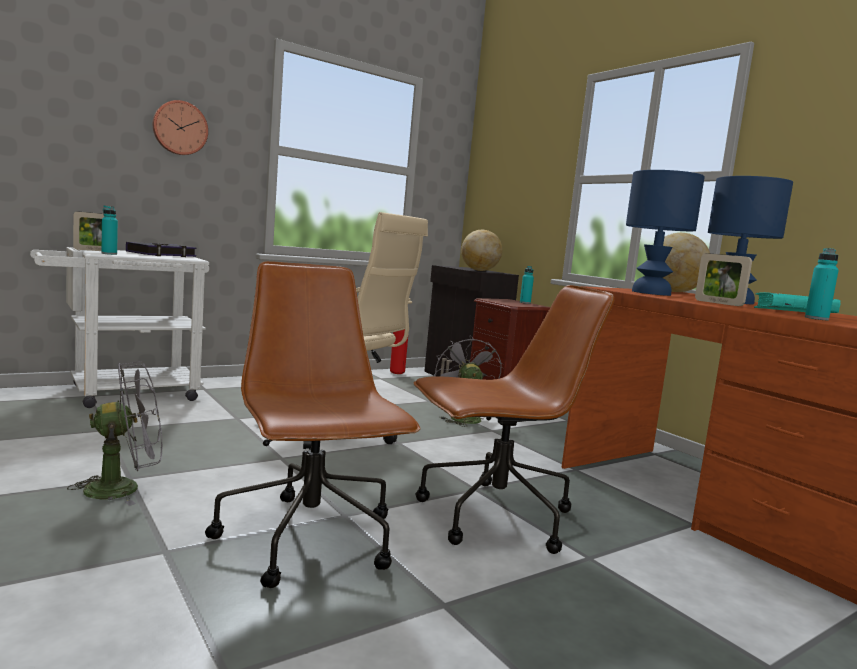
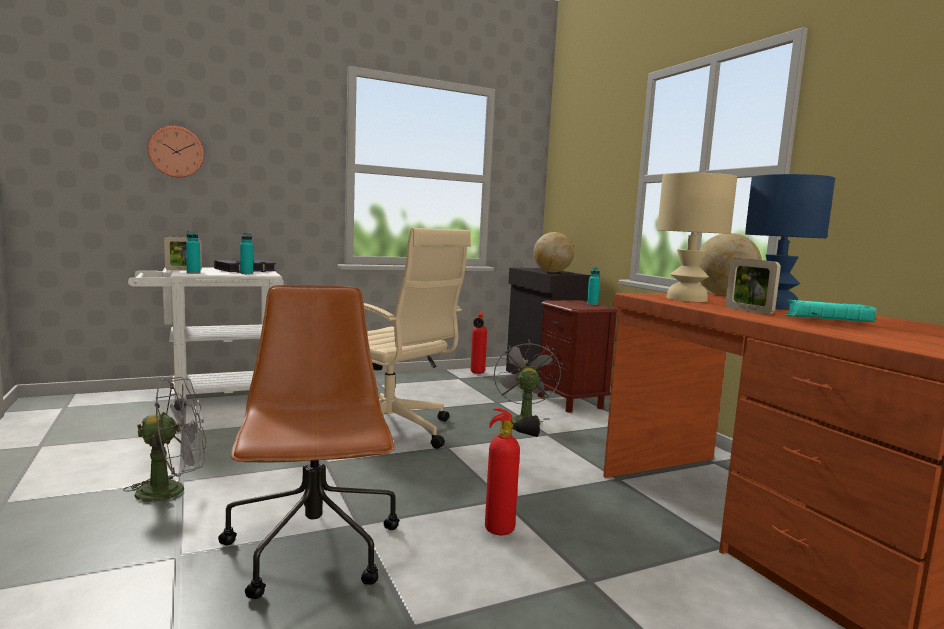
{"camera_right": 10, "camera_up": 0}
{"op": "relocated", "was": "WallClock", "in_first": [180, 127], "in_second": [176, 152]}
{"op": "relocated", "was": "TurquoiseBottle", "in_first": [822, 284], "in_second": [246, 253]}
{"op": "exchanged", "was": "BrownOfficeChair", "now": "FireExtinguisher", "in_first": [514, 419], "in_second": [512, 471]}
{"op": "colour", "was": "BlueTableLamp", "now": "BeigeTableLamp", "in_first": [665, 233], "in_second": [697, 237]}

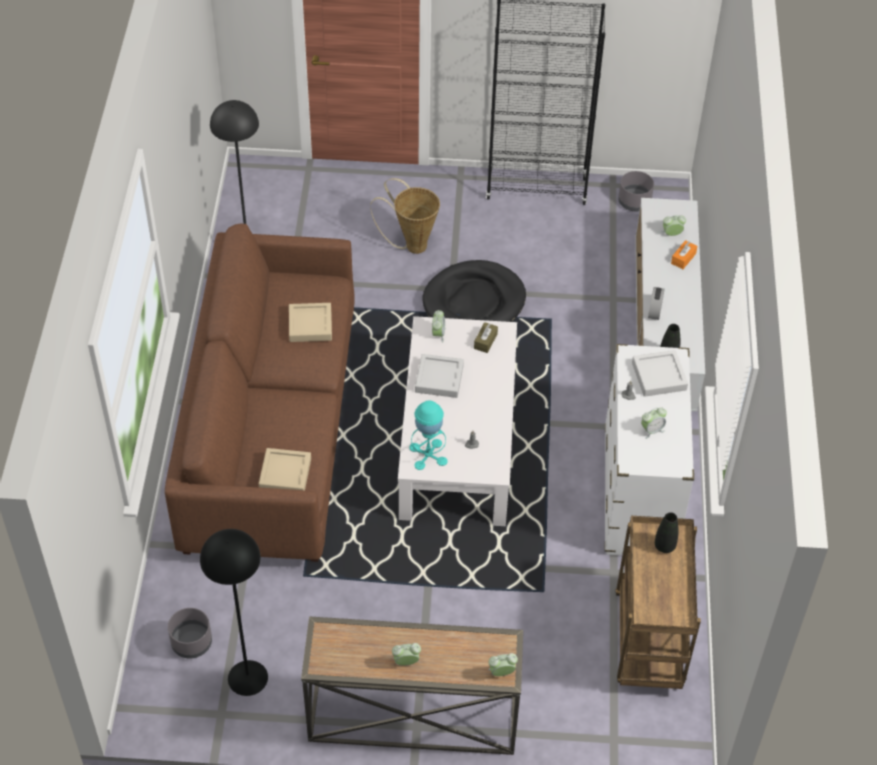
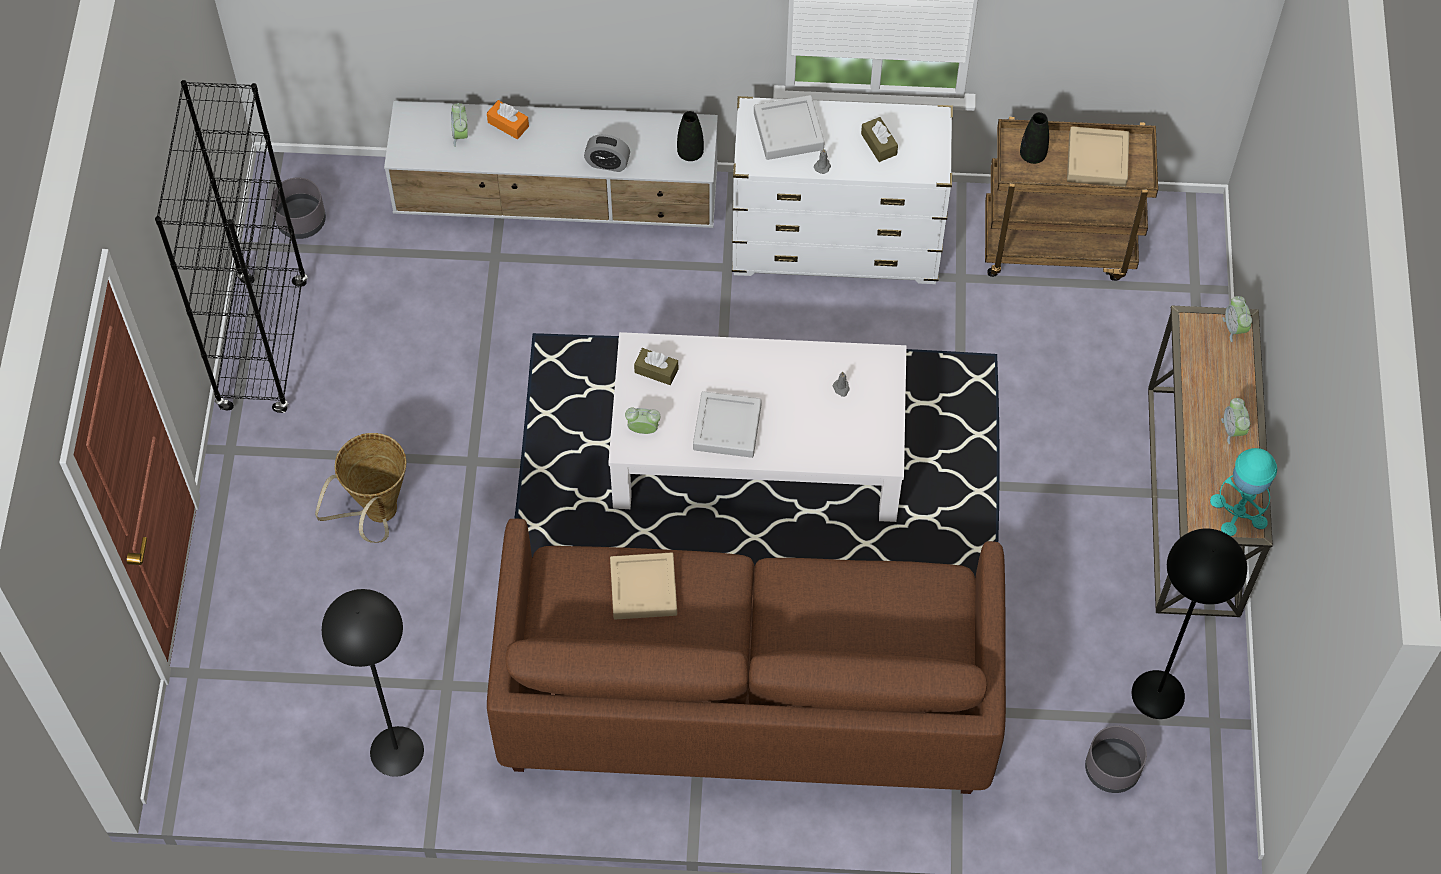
{"camera_right": -90, "camera_up": 10}
{"op": "missing", "was": "BlackDogBed", "in_first": [474, 291]}
{"op": "relocated", "was": "BeigeTray", "in_first": [285, 469], "in_second": [1098, 156]}
{"op": "relocated", "was": "TurquoiseTableLamp", "in_first": [428, 435], "in_second": [1243, 492]}
{"op": "exchanged", "was": "AlarmClock", "now": "BrownTissueBox", "in_first": [654, 423], "in_second": [879, 139]}

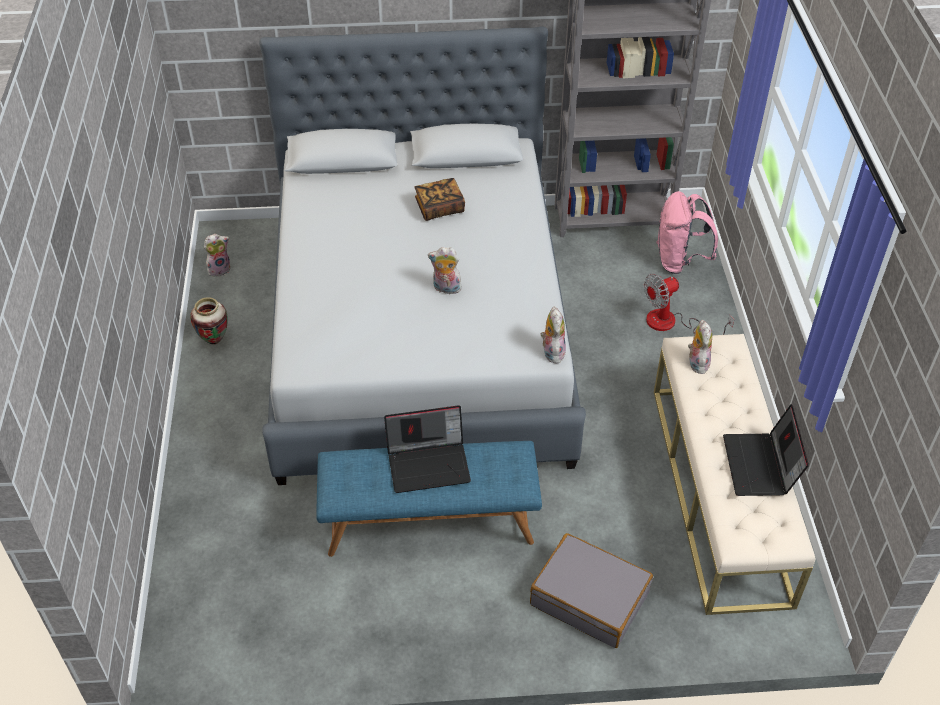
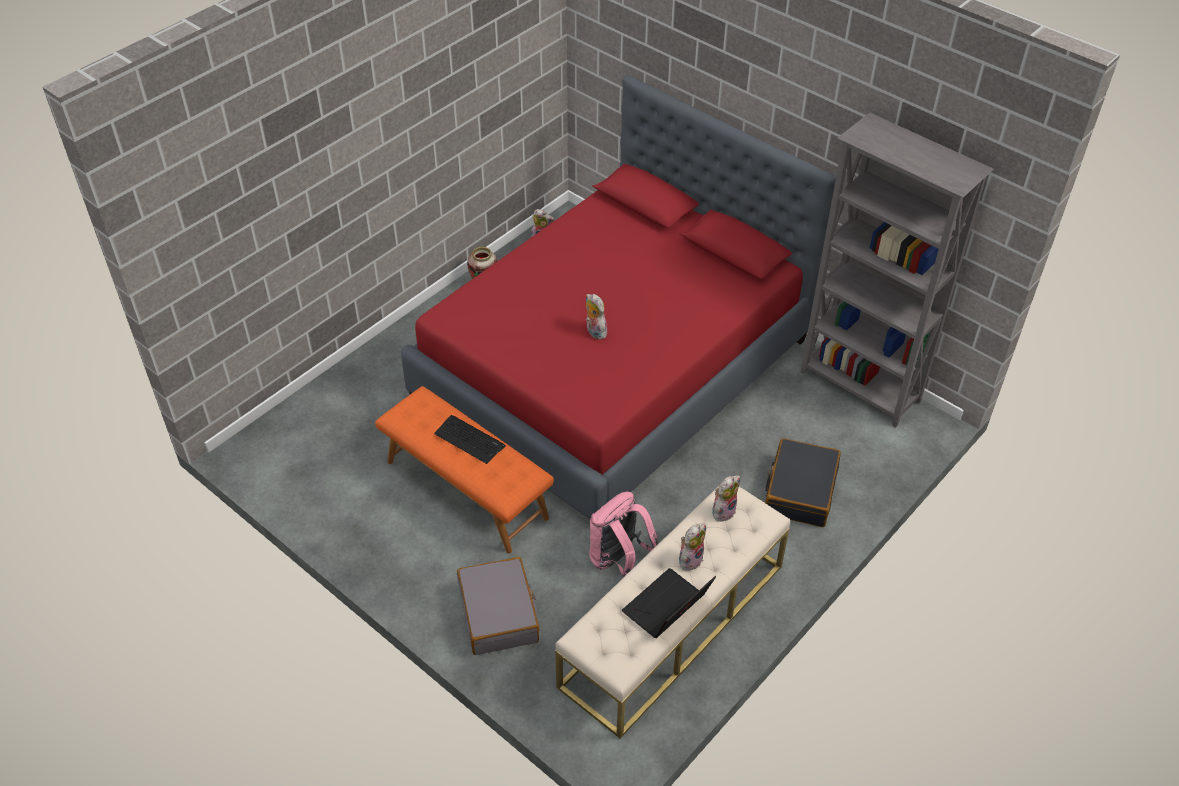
{"camera_right": 45, "camera_up": 0}
{"op": "missing", "was": "Book", "in_first": [439, 199]}
{"op": "relocated", "was": "PlushToy", "in_first": [553, 335], "in_second": [692, 547]}
{"op": "relocated", "was": "PinkBackpack", "in_first": [687, 232], "in_second": [623, 534]}
{"op": "exchanged", "was": "Laptop", "now": "Keyboard", "in_first": [427, 449], "in_second": [470, 439]}
{"op": "exchanged", "was": "Fan", "now": "BlackSuitcase", "in_first": [689, 304], "in_second": [803, 482]}
{"op": "colour", "was": "GreyBed", "now": "RedBed", "in_first": [422, 255], "in_second": [618, 297]}
{"op": "colour", "was": "BlueBench", "now": "OrangeBench", "in_first": [429, 499], "in_second": [464, 469]}

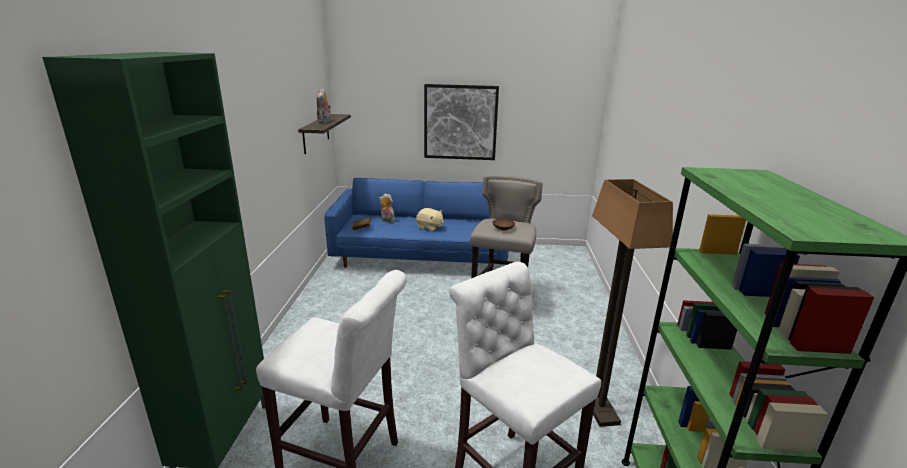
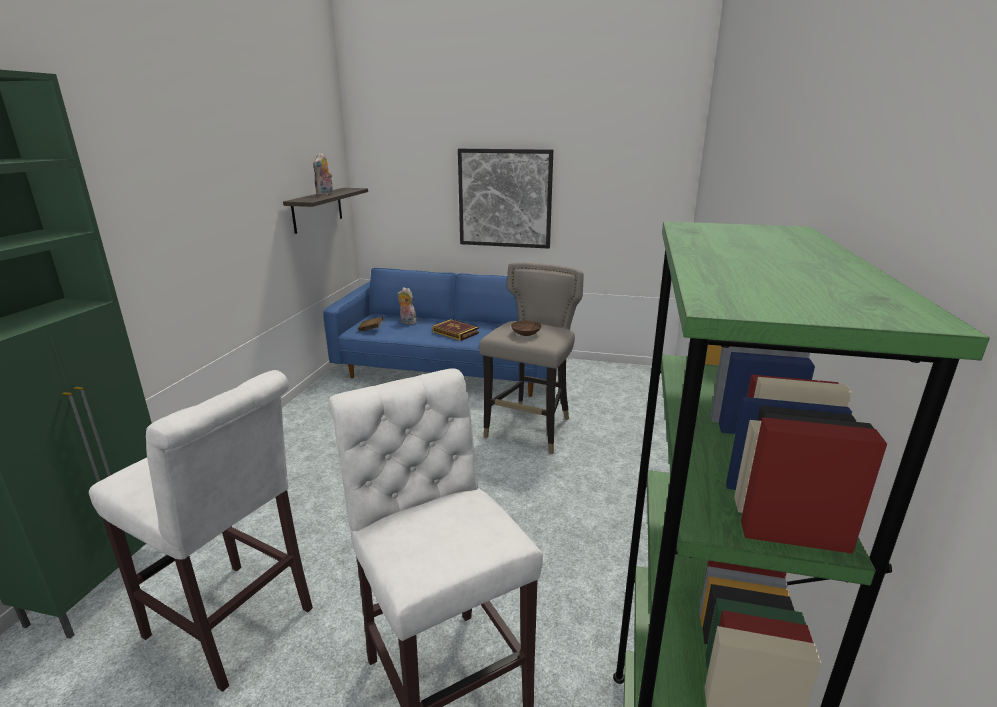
{"camera_right": 10, "camera_up": 0}
{"op": "missing", "was": "FloorLamp", "in_first": [632, 303]}
{"op": "exchanged", "was": "BeigePlushToy", "now": "Book", "in_first": [430, 220], "in_second": [455, 330]}

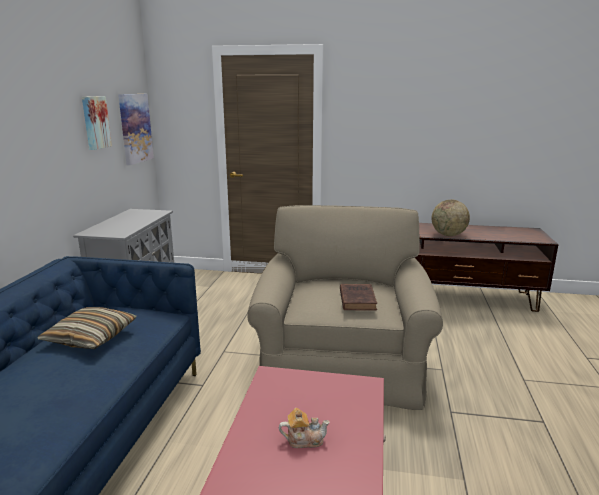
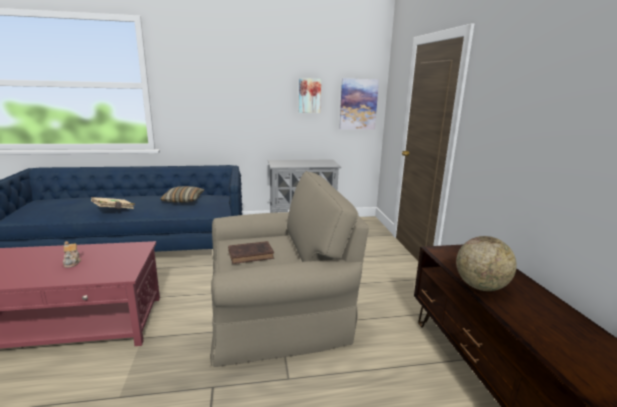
{"camera_right": 70, "camera_up": 0}
{"op": "appeared", "now": "BeigeBook", "in_second": [113, 203]}

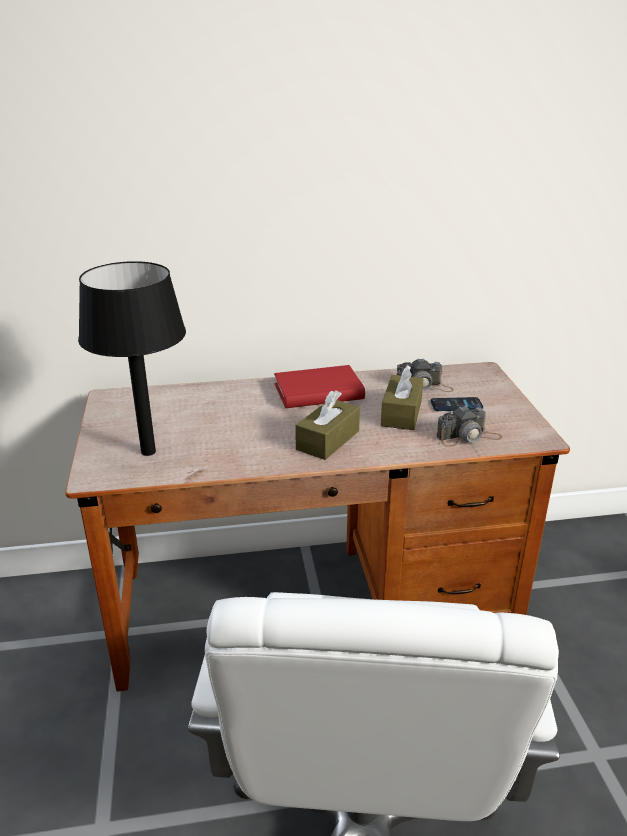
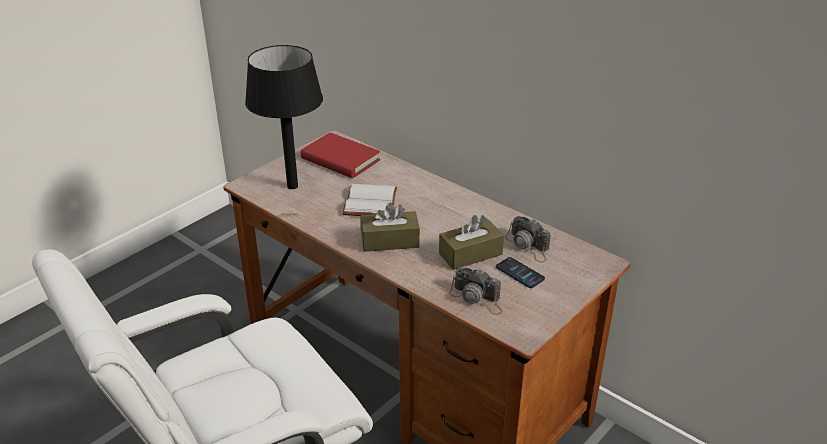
{"camera_right": 50, "camera_up": 5}
{"op": "appeared", "now": "WhiteBook", "in_second": [369, 200]}
{"op": "relocated", "was": "RedBook", "in_first": [319, 386], "in_second": [340, 155]}

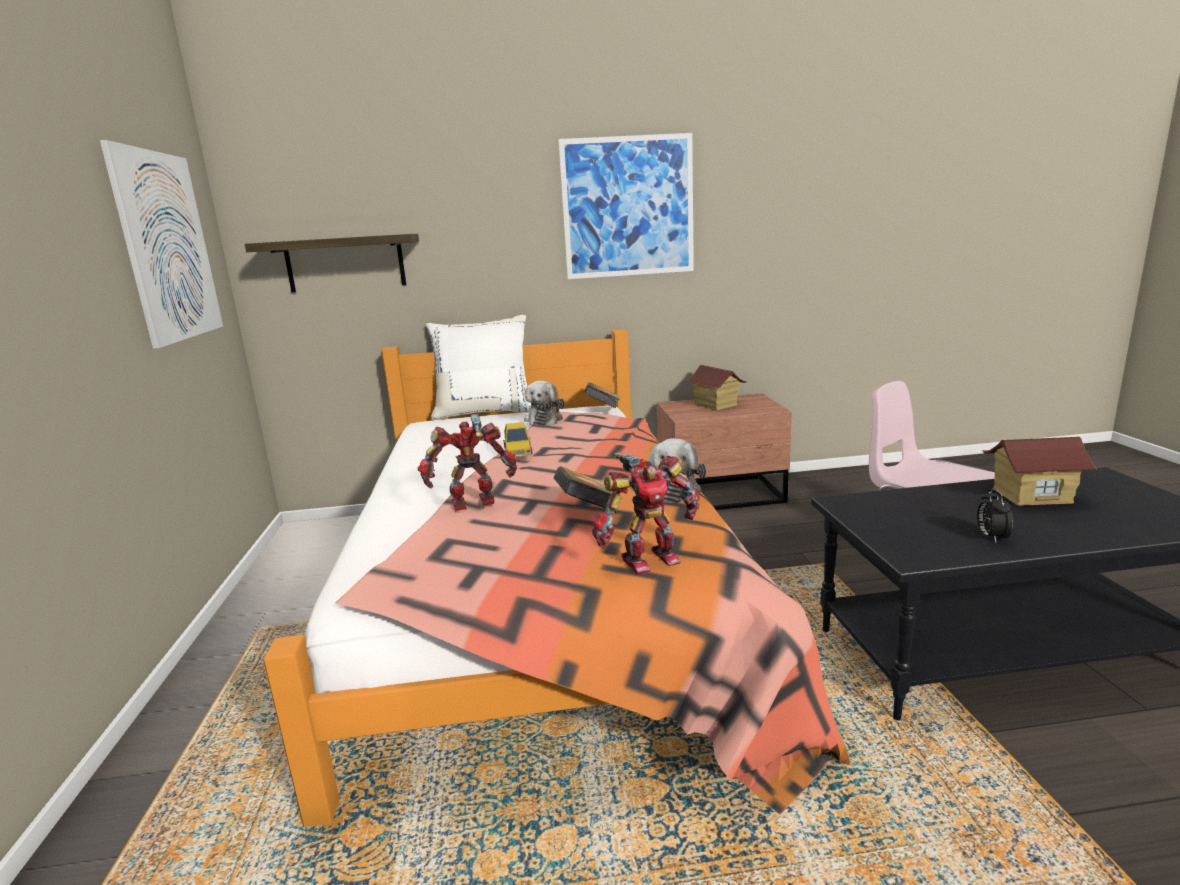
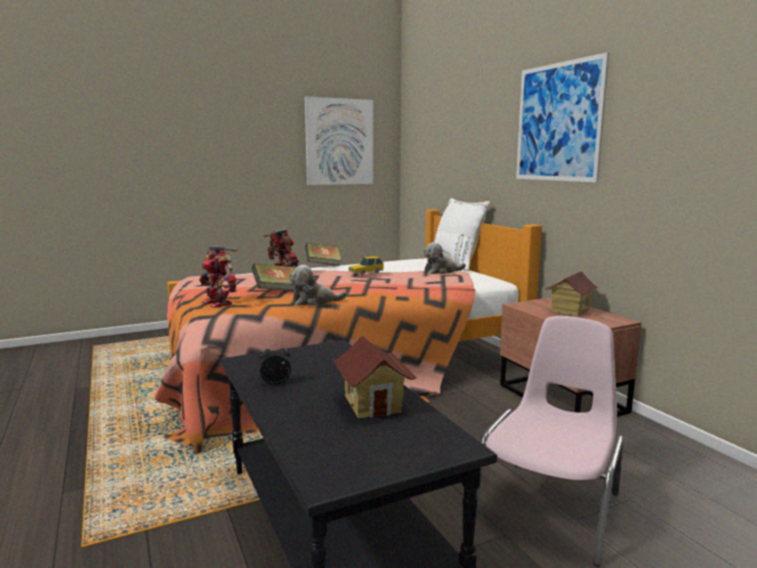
{"camera_right": 70, "camera_up": -5}
{"op": "missing", "was": "Shelf", "in_first": [332, 263]}
{"op": "relocated", "was": "Book", "in_first": [602, 395], "in_second": [323, 254]}

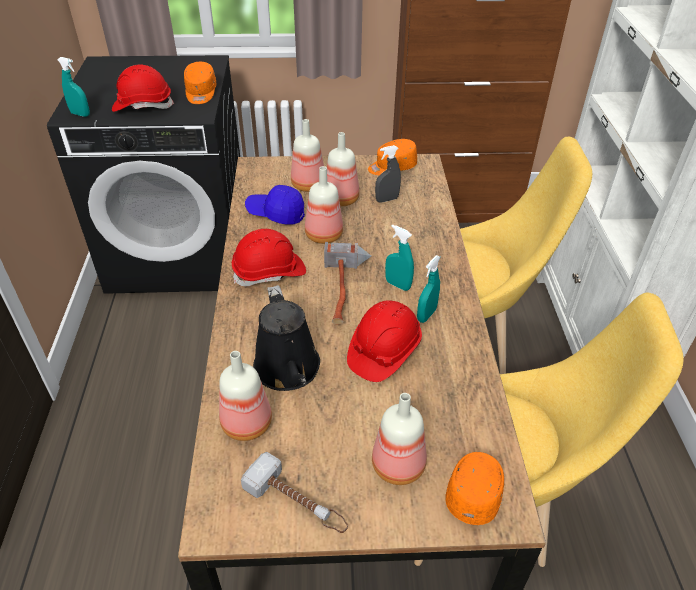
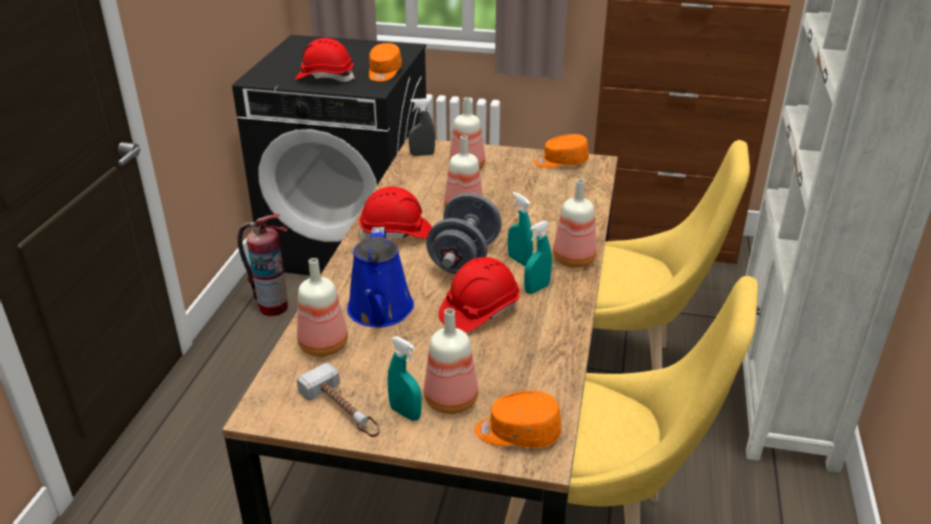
{"camera_right": 15, "camera_up": -10}
{"op": "missing", "was": "BlueCap", "in_first": [275, 205]}
{"op": "appeared", "now": "FireExtinguisher", "in_second": [262, 265]}
{"op": "relocated", "was": "TurquoiseSprayBottle", "in_first": [73, 87], "in_second": [405, 378]}
{"op": "relocated", "was": "Bottle", "in_first": [343, 169], "in_second": [575, 223]}
{"op": "relocated", "was": "GreySprayBottle", "in_first": [388, 174], "in_second": [421, 127]}
{"op": "exchanged", "was": "Hammer", "now": "GreyDumbbell", "in_first": [347, 283], "in_second": [464, 233]}
{"op": "colour", "was": "BlackWateringCan", "now": "BlueWateringCan", "in_first": [286, 338], "in_second": [380, 277]}
{"op": "spun", "was": "OrangeCap", "in_first": [474, 488], "in_second": [518, 419], "clockwise": -120}

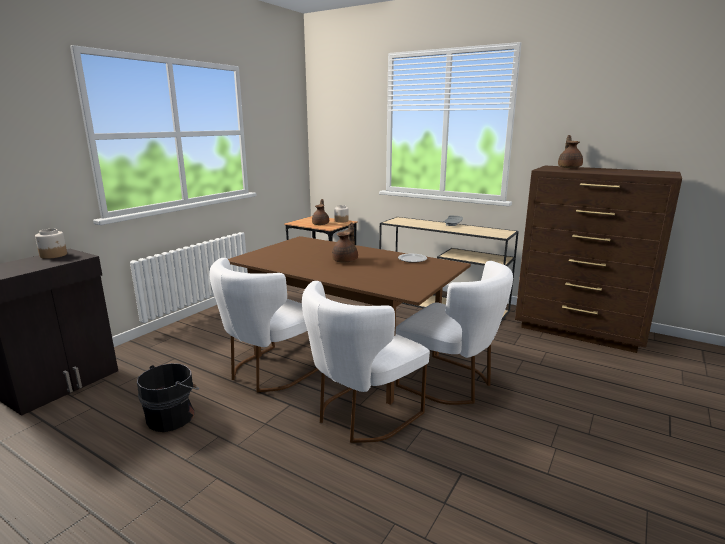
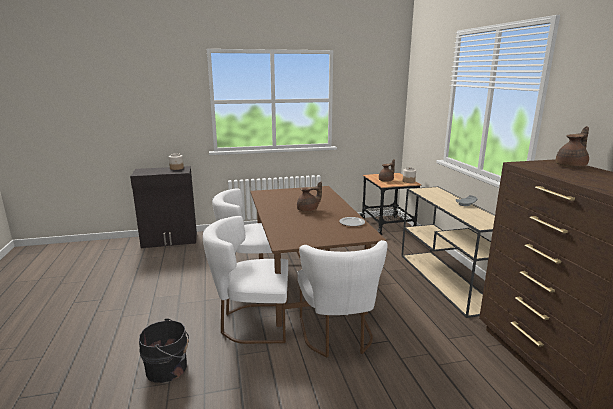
{"camera_right": 45, "camera_up": 0}
{"op": "relocated", "was": "BlackBucket", "in_first": [168, 397], "in_second": [164, 350]}

